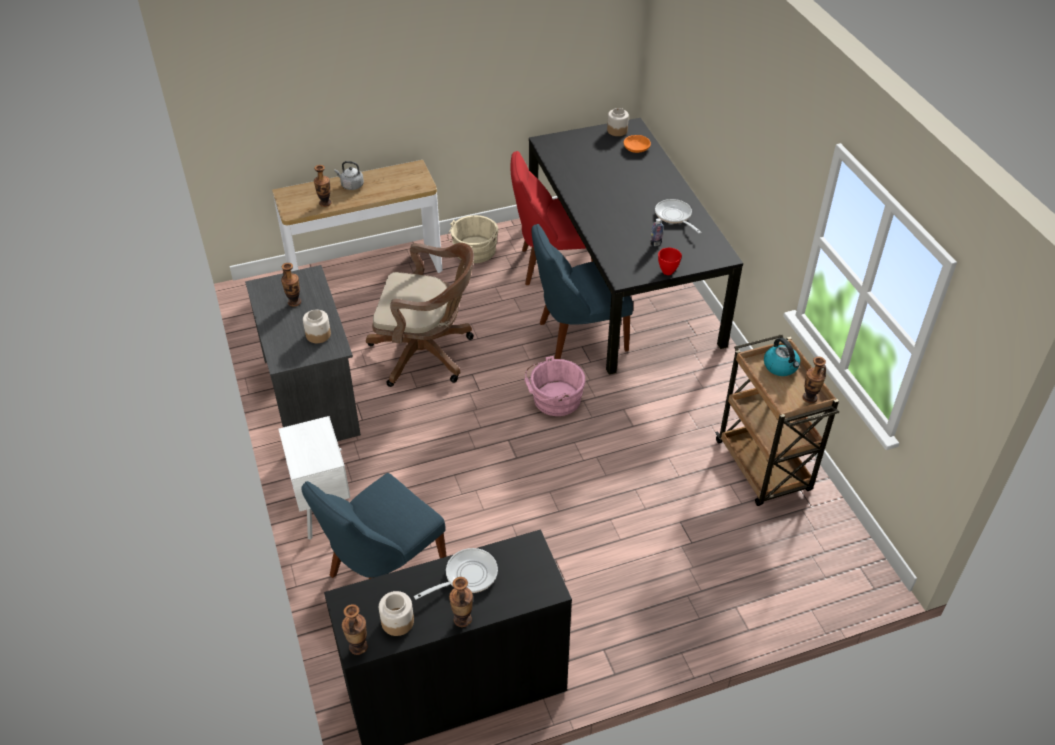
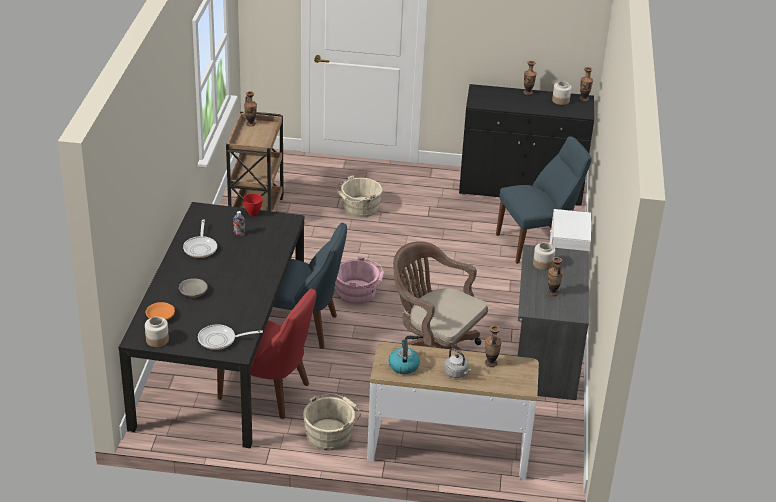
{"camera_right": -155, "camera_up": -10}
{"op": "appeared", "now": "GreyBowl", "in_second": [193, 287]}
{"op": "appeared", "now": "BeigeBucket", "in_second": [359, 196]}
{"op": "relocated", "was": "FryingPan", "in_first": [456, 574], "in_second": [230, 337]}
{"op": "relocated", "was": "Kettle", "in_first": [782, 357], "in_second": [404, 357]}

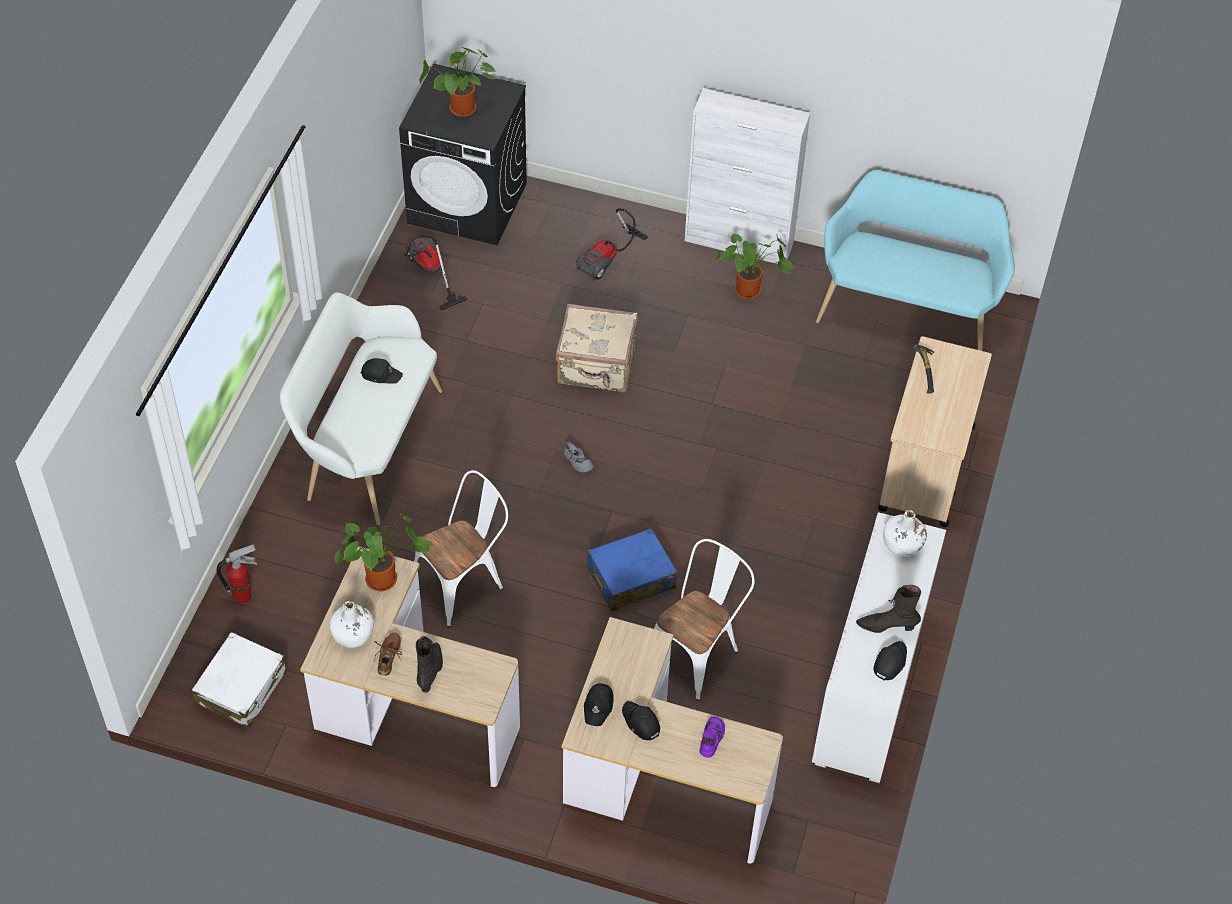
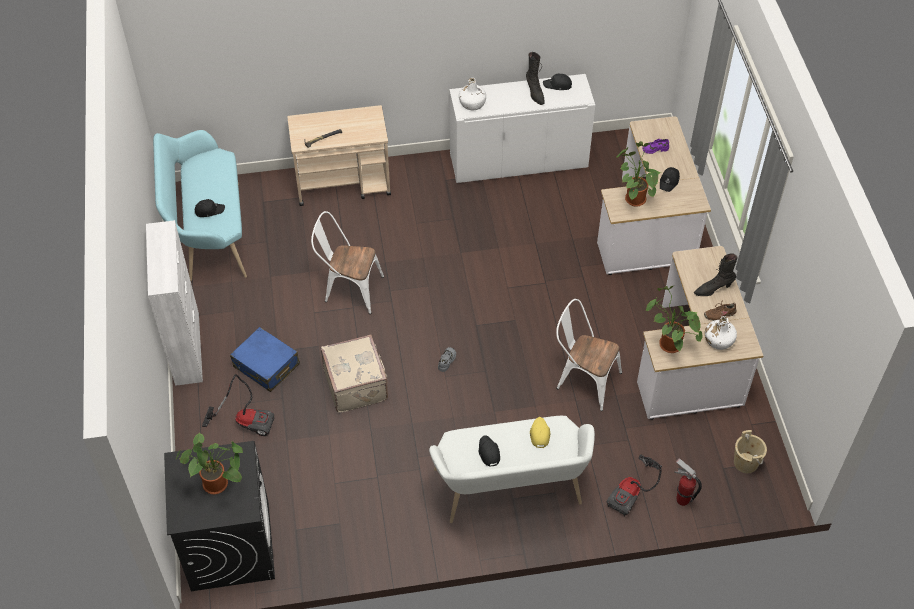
{"camera_right": -115, "camera_up": 0}
{"op": "appeared", "now": "YellowCap", "in_second": [540, 432]}
{"op": "relocated", "was": "VacuumCleaner", "in_first": [436, 272], "in_second": [634, 485]}
{"op": "relocated", "was": "BlackCap", "in_first": [599, 704], "in_second": [210, 208]}
{"op": "relocated", "was": "BlueSuitcase", "in_first": [632, 569], "in_second": [265, 359]}
{"op": "relocated", "was": "WhiteChair", "in_first": [704, 620], "in_second": [347, 262]}
{"op": "relocated", "was": "PottedPlant", "in_first": [753, 266], "in_second": [639, 174]}
{"op": "exchanged", "was": "WhiteSuitcase", "now": "BeigeBucket", "in_first": [239, 680], "in_second": [750, 451]}

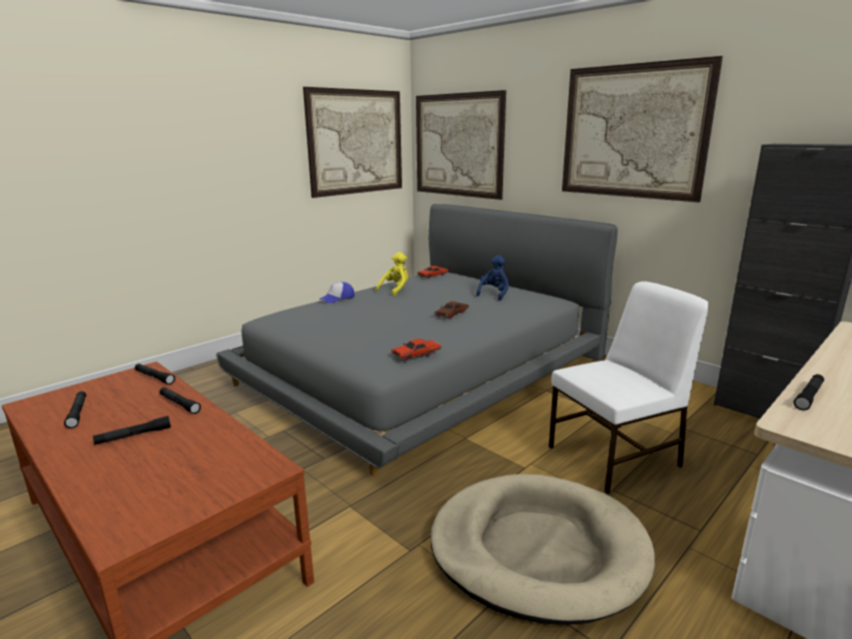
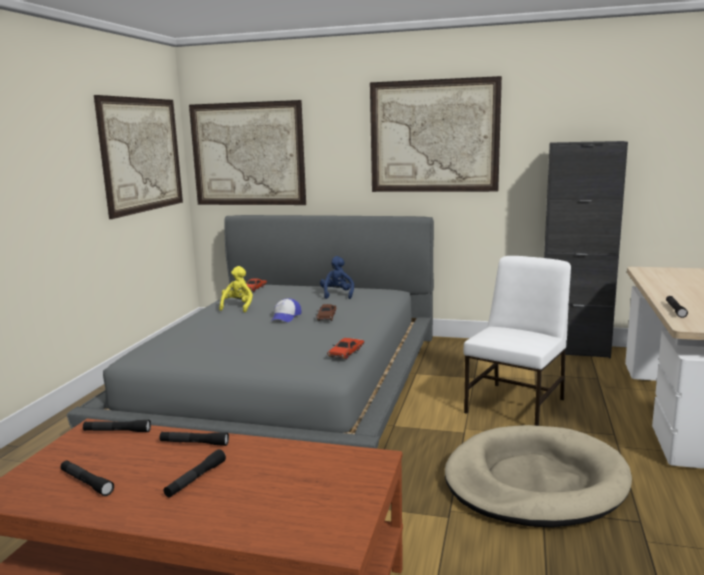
{"camera_right": -30, "camera_up": -5}
{"op": "relocated", "was": "Cap", "in_first": [337, 292], "in_second": [286, 310]}

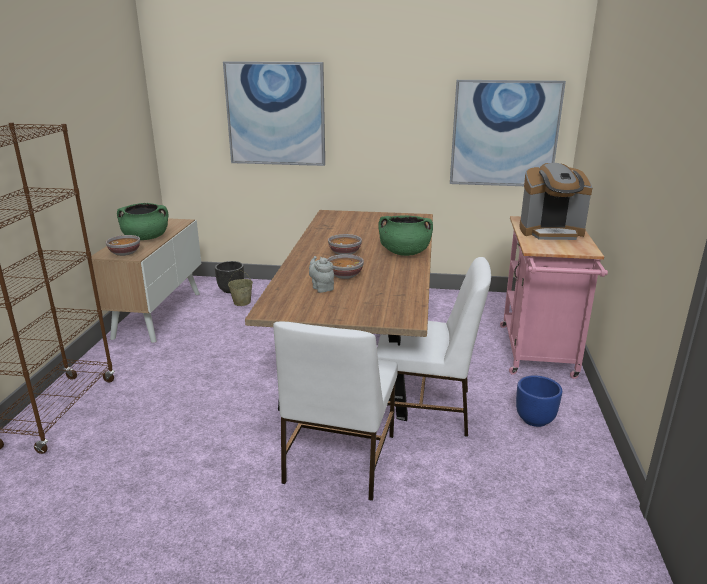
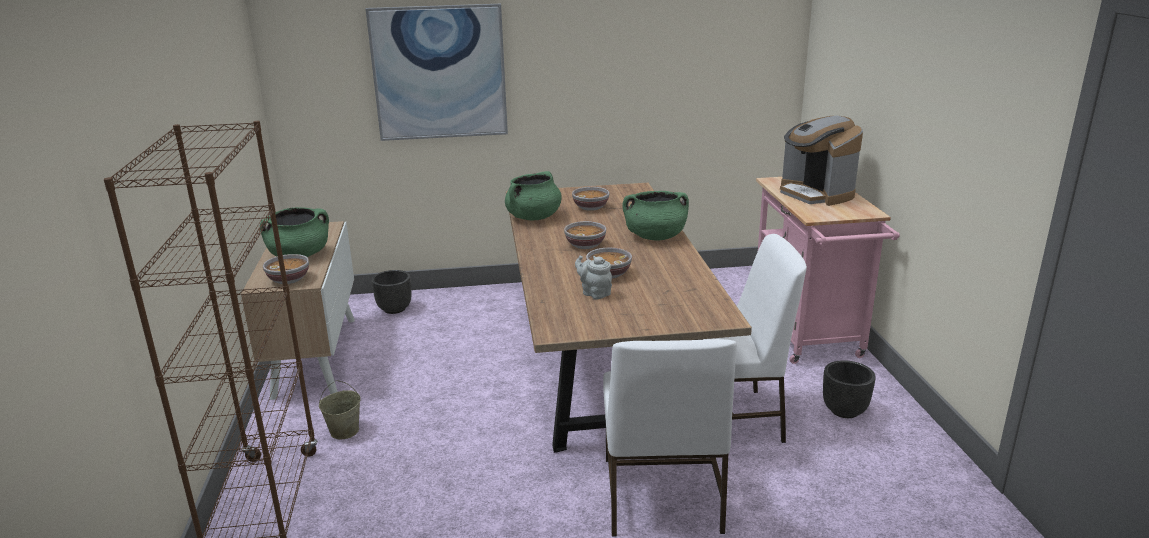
{"camera_right": -15, "camera_up": 0}
{"op": "missing", "was": "Picture", "in_first": [508, 133]}
{"op": "appeared", "now": "GreenCookingPot", "in_second": [533, 196]}
{"op": "appeared", "now": "Bowl", "in_second": [590, 199]}
{"op": "relocated", "was": "BeigeBucket", "in_first": [240, 288], "in_second": [340, 409]}
{"op": "colour", "was": "BluePlanter", "now": "BlackPlanter", "in_first": [539, 401], "in_second": [849, 389]}
{"op": "spun", "was": "CoffeeMachine", "in_first": [555, 201], "in_second": [821, 161], "clockwise": 75}

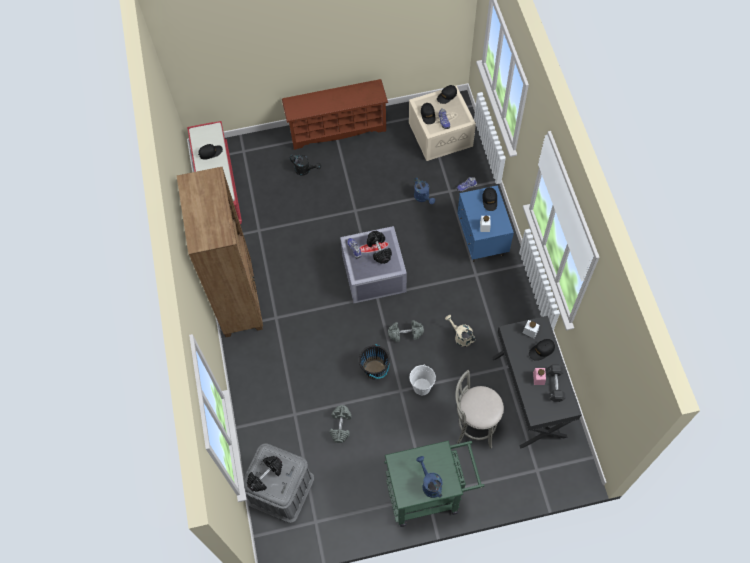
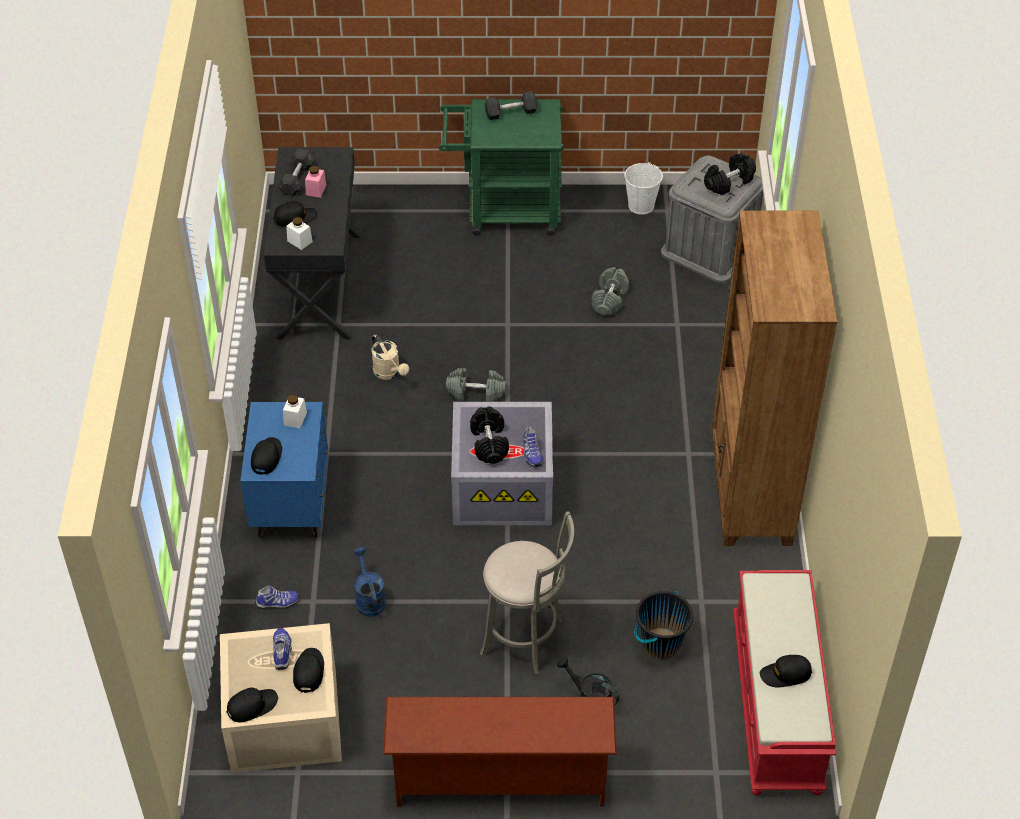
{"camera_right": -170, "camera_up": -15}
{"op": "relocated", "was": "BlackBucket", "in_first": [374, 361], "in_second": [664, 625]}
{"op": "relocated", "was": "WhiteBucket", "in_first": [422, 380], "in_second": [644, 188]}
{"op": "relocated", "was": "GreyStool", "in_first": [479, 409], "in_second": [527, 592]}
{"op": "exchanged", "was": "BlueWateringCan", "now": "GreyDumbbell", "in_first": [429, 477], "in_second": [511, 105]}

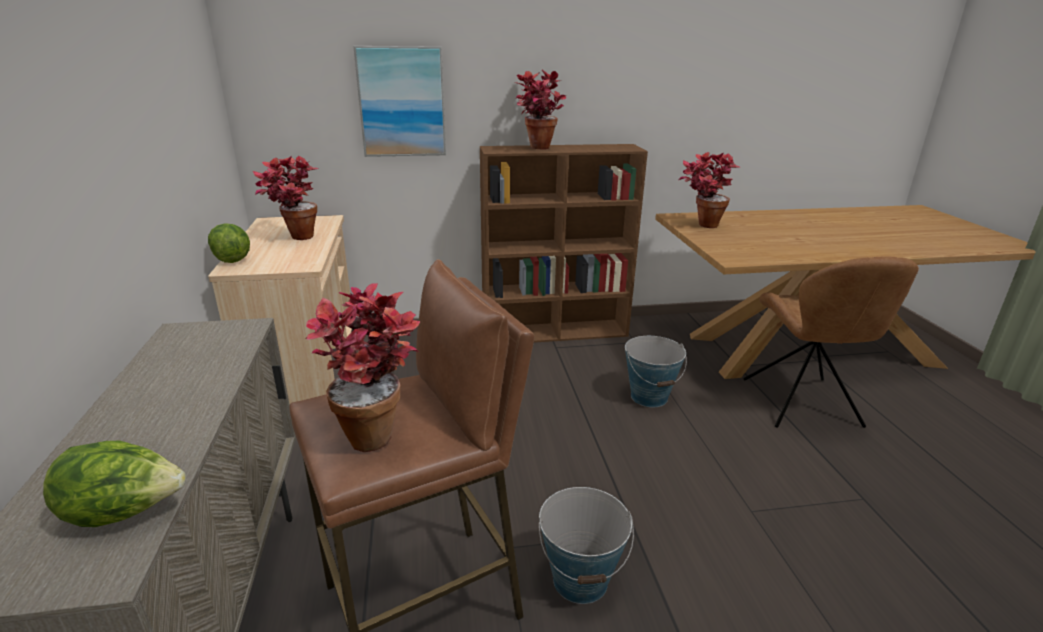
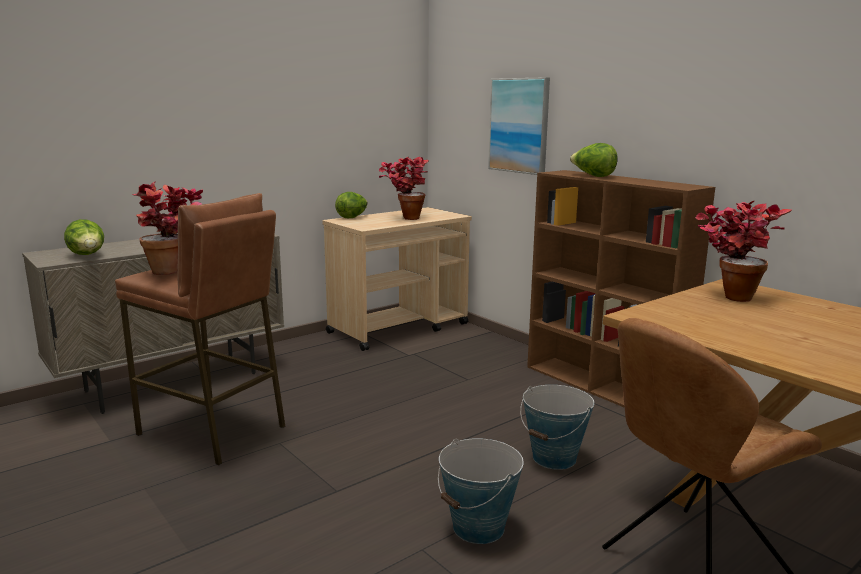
{"camera_right": 60, "camera_up": -10}
{"op": "relocated", "was": "Bucket", "in_first": [586, 545], "in_second": [481, 491]}
{"op": "exchanged", "was": "PottedPlant", "now": "Lettuce", "in_first": [541, 109], "in_second": [593, 160]}

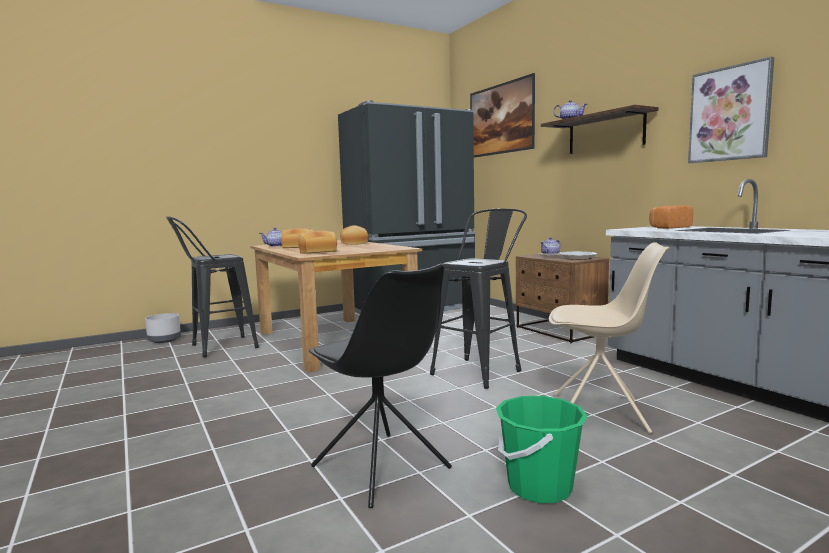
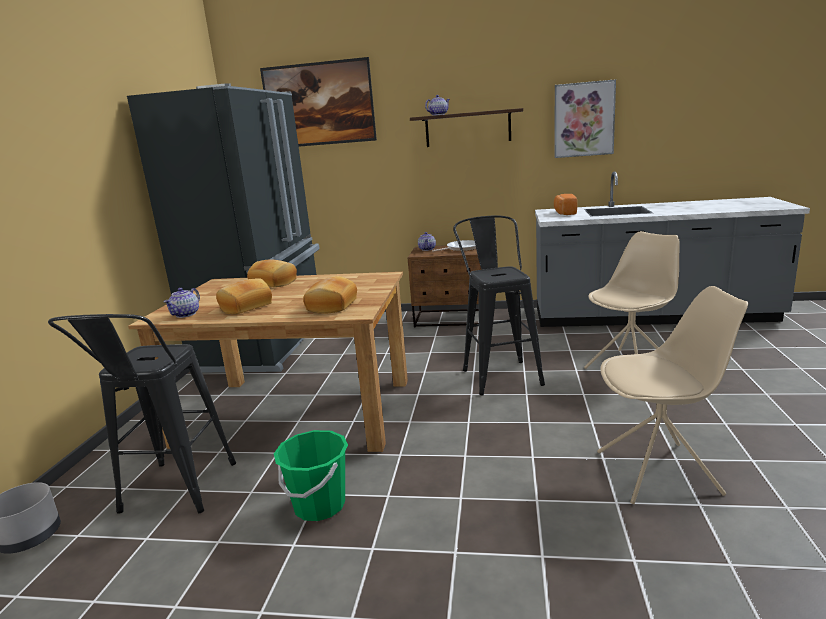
{"camera_right": -50, "camera_up": 10}
{"op": "relocated", "was": "GreenBucket", "in_first": [542, 449], "in_second": [311, 475]}
{"op": "colour", "was": "BlackChair", "now": "BeigeChair", "in_first": [380, 386], "in_second": [673, 395]}

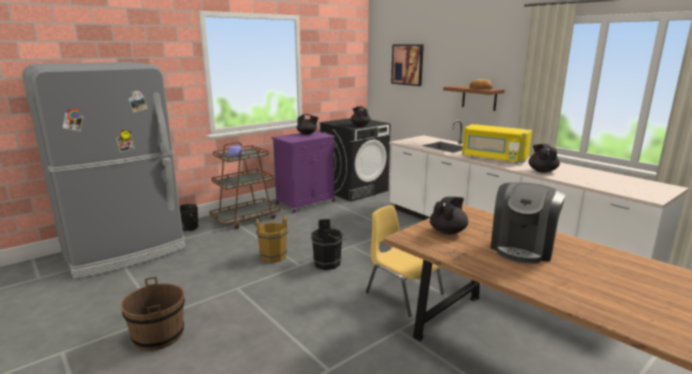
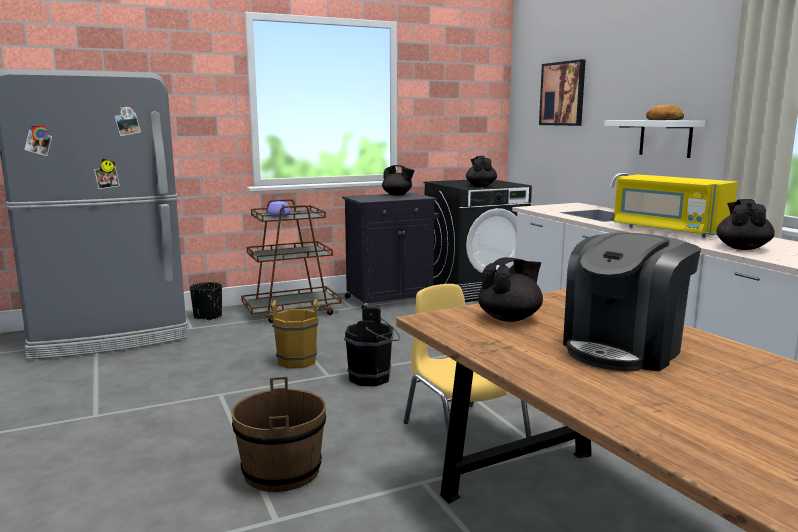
{"camera_right": 15, "camera_up": -5}
{"op": "relocated", "was": "BrownBucket", "in_first": [153, 314], "in_second": [278, 434]}
{"op": "colour", "was": "PurpleCabinet", "now": "BlackCabinet", "in_first": [304, 172], "in_second": [390, 251]}
{"op": "colour", "was": "BrownShelf", "now": "WhiteShelf", "in_first": [474, 98], "in_second": [654, 139]}

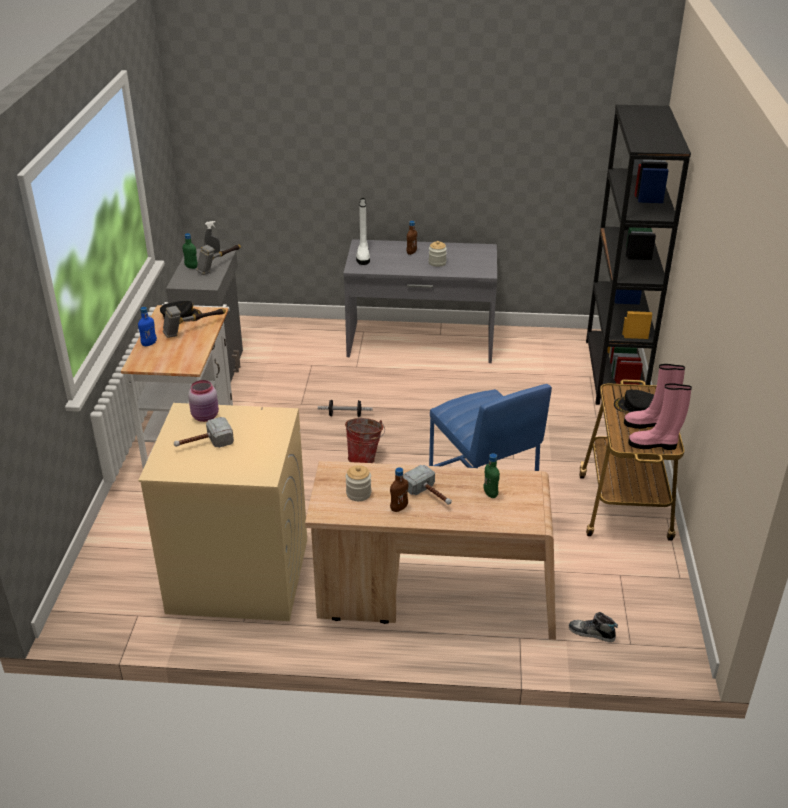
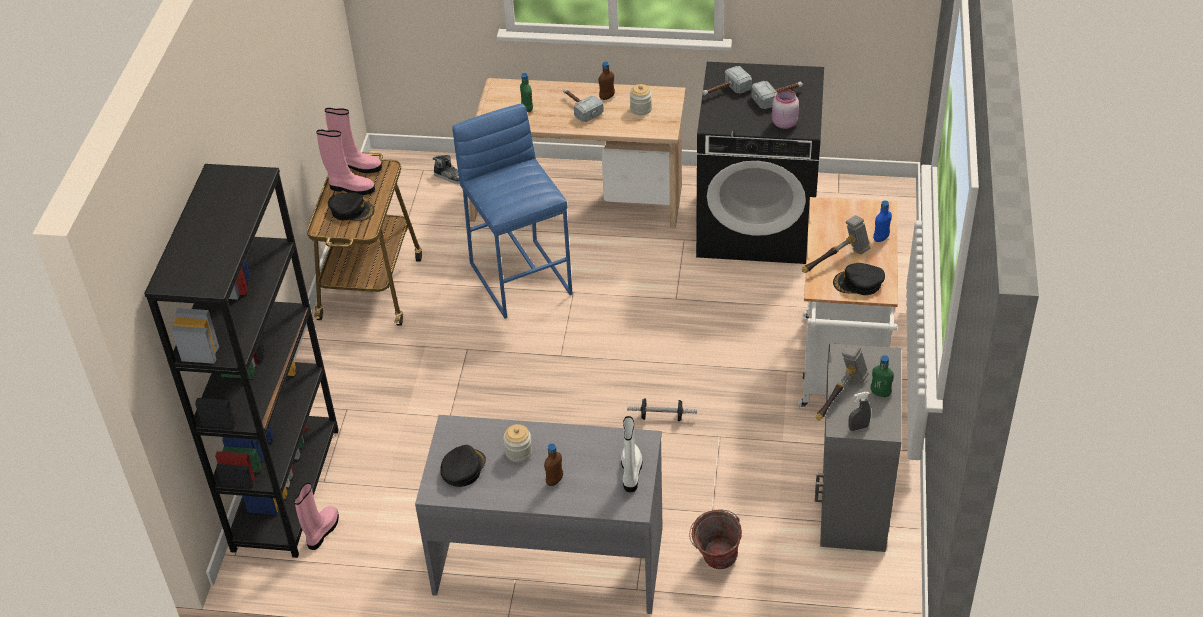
{"camera_right": -175, "camera_up": 10}
{"op": "appeared", "now": "PinkBoot", "in_second": [316, 516]}
{"op": "appeared", "now": "BlackCap", "in_second": [463, 466]}
{"op": "appeared", "now": "Hammer", "in_second": [727, 80]}
{"op": "relocated", "was": "Bucket", "in_first": [365, 440], "in_second": [715, 539]}
{"op": "colour", "was": "BeigeWashingMachine", "now": "BlackWashingMachine", "in_first": [222, 512], "in_second": [760, 163]}

